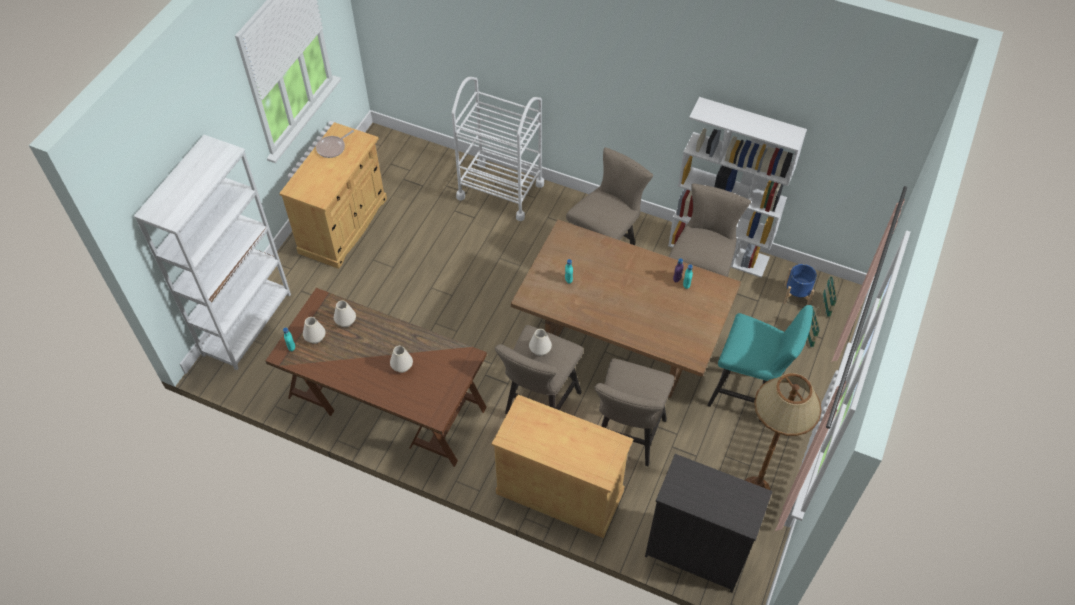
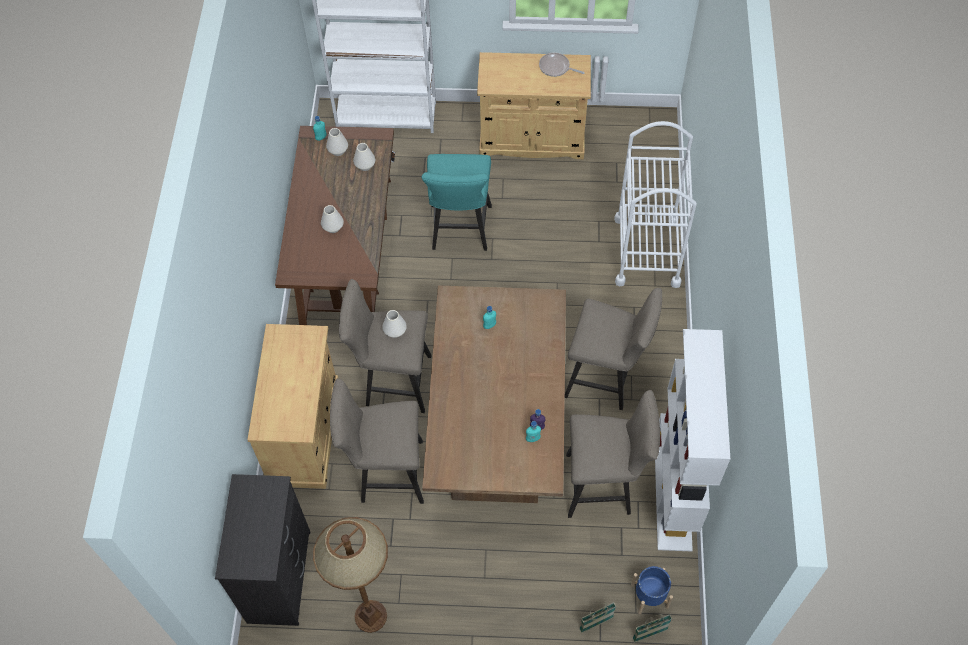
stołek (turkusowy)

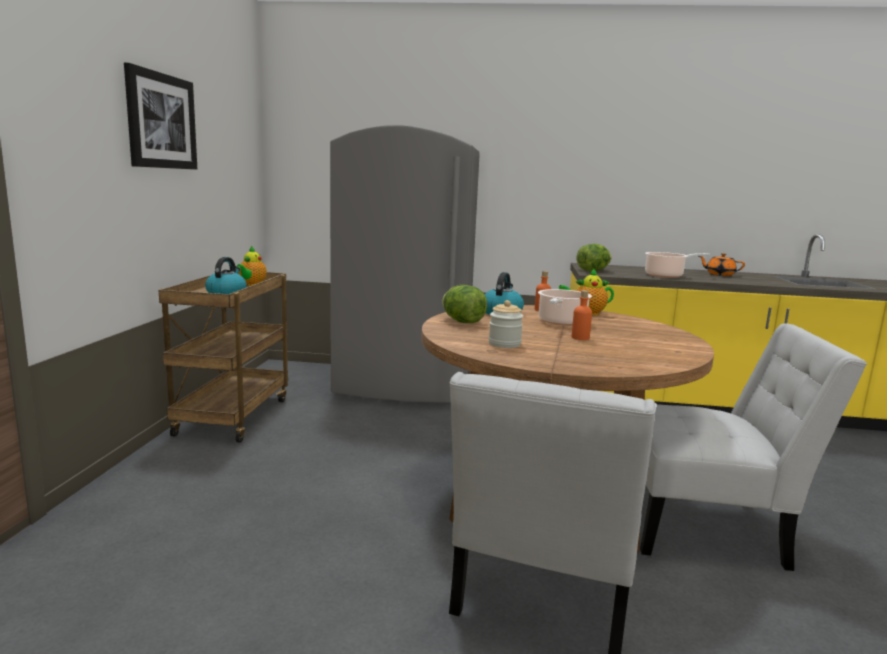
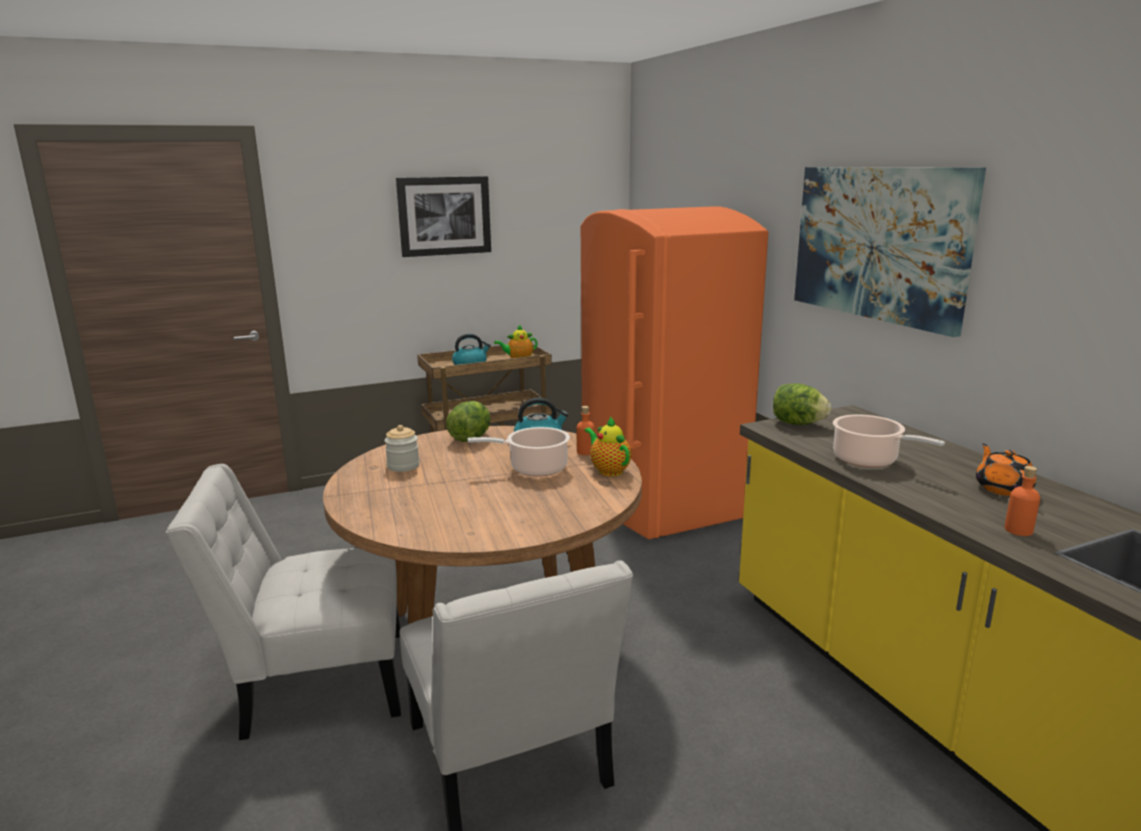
obraz (2nd from left); butelka (pomarańczowy) (2nd from left); lodówka (pomarańczowy)

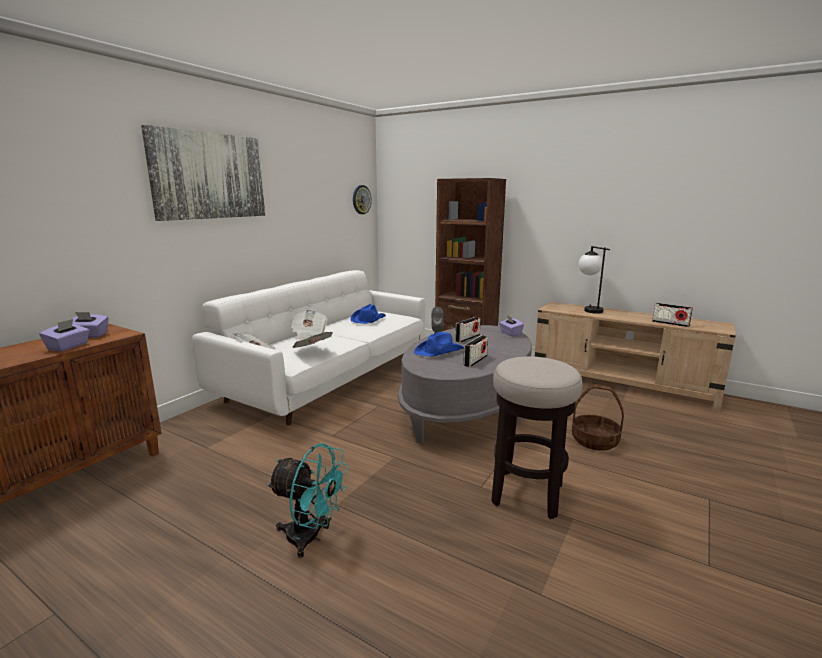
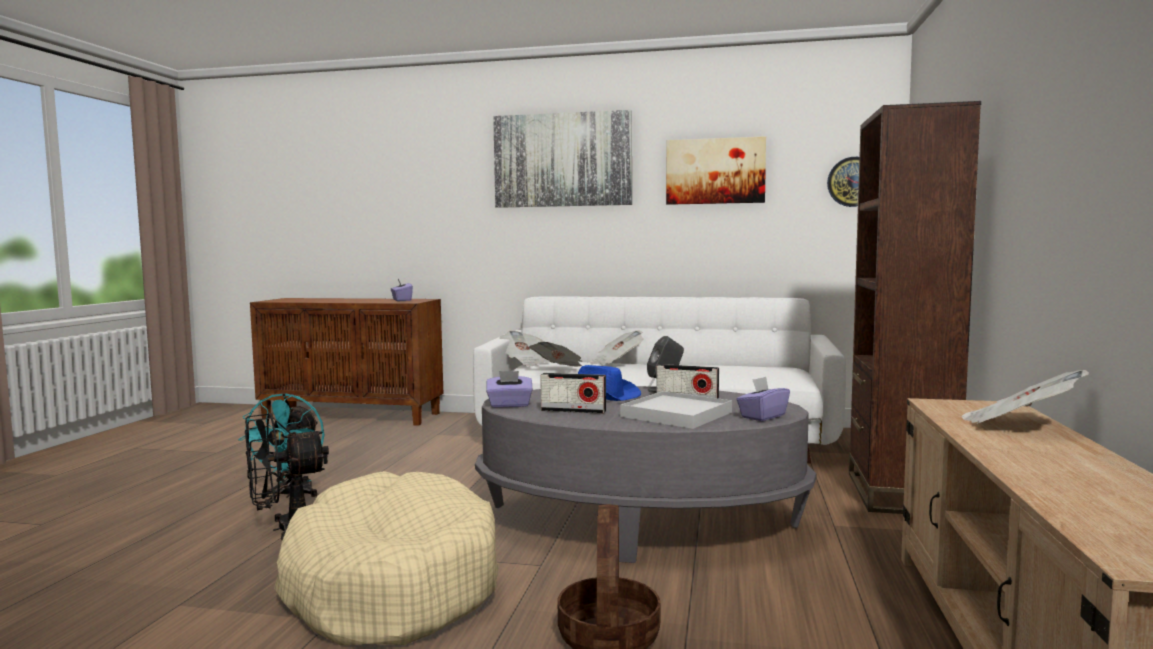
kapelusz (niebieski) (1st from left in the first image); radio (3rd from left in the first image); wentylator (czarny); taca (biały); obraz (2nd from left); pudełko chusteczek (fioletowy) (2nd from left); legowisko (beżowy); gazeta (4th from left)

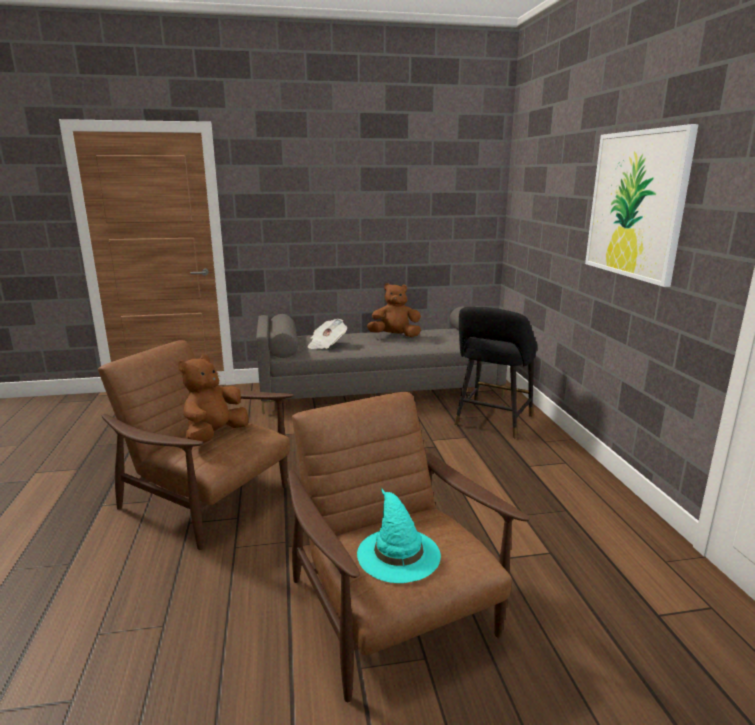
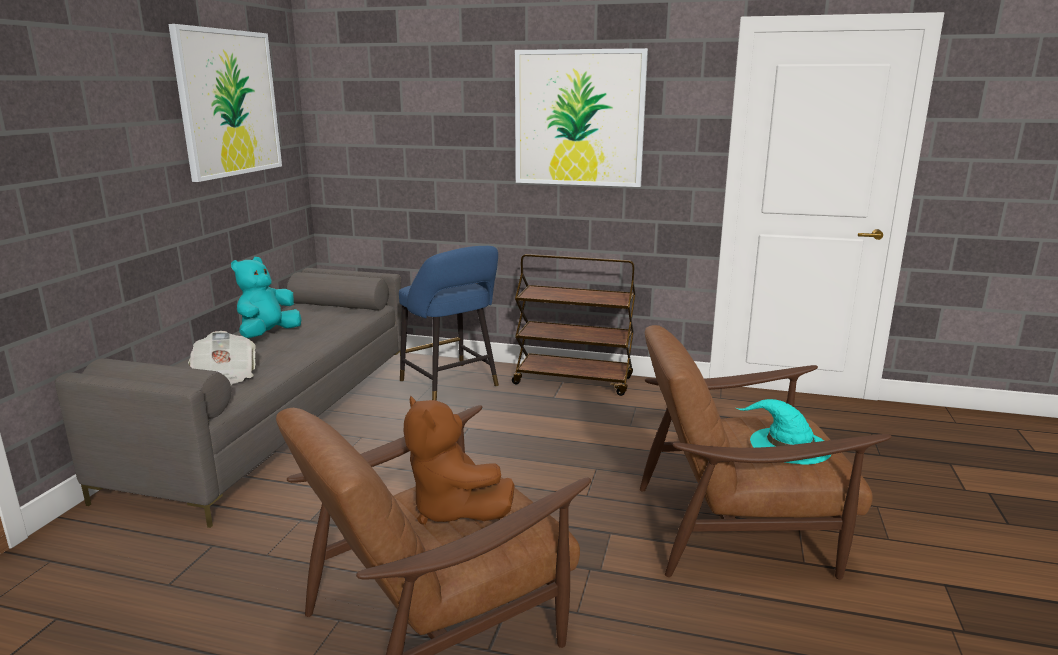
obraz (1st from left); wózek (brązowy); pluszak (turkusowy); stołek (niebieski)

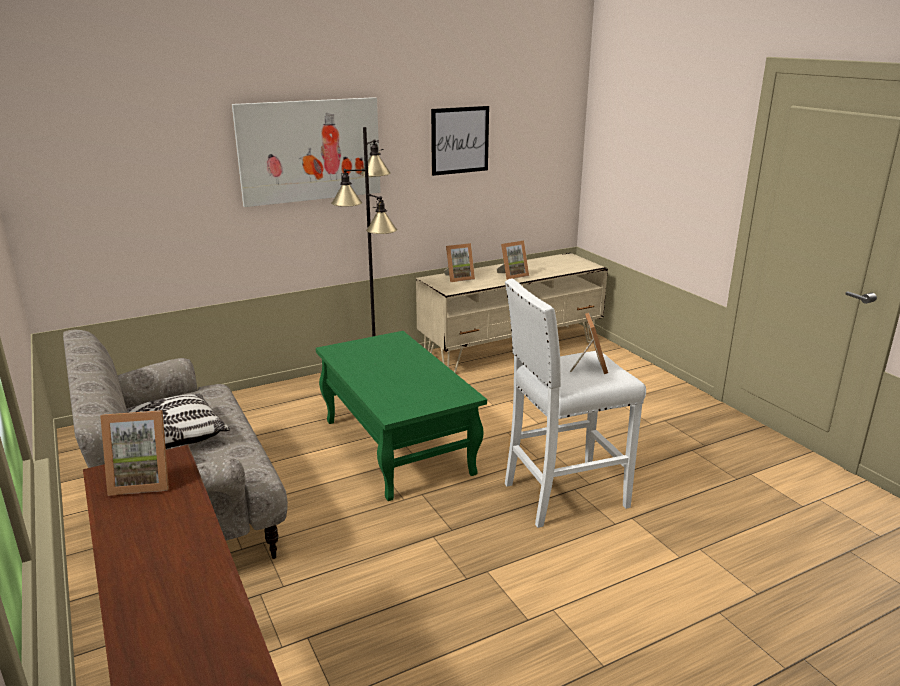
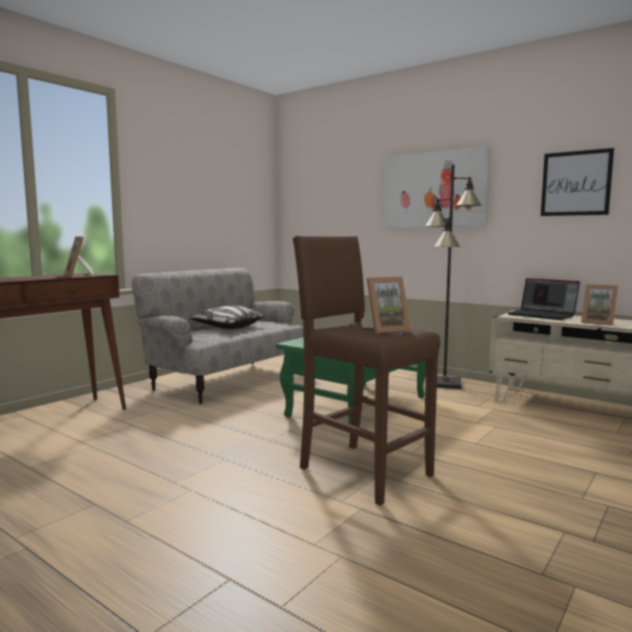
laptop; stołek (brązowy)

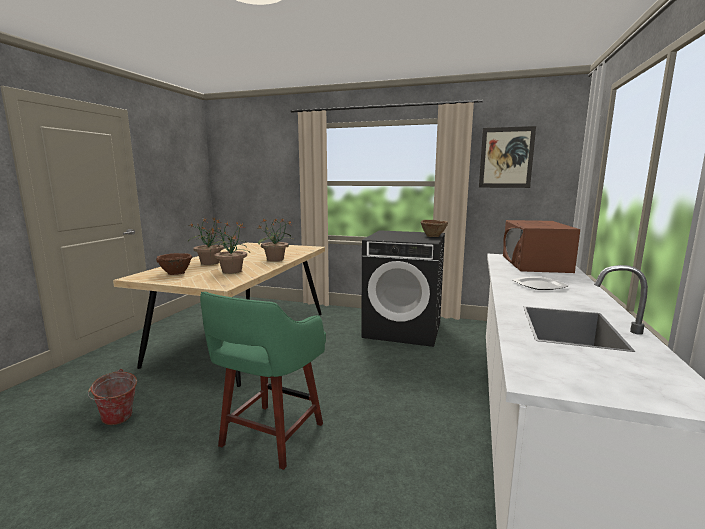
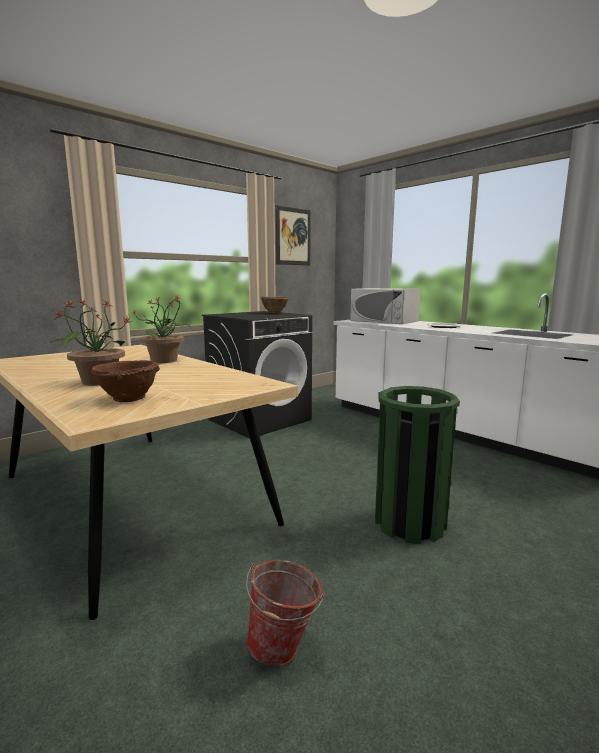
roślina doniczkowa (2nd from left in the first image); kosz na śmieci (zielony); mikrofalówka (biały)

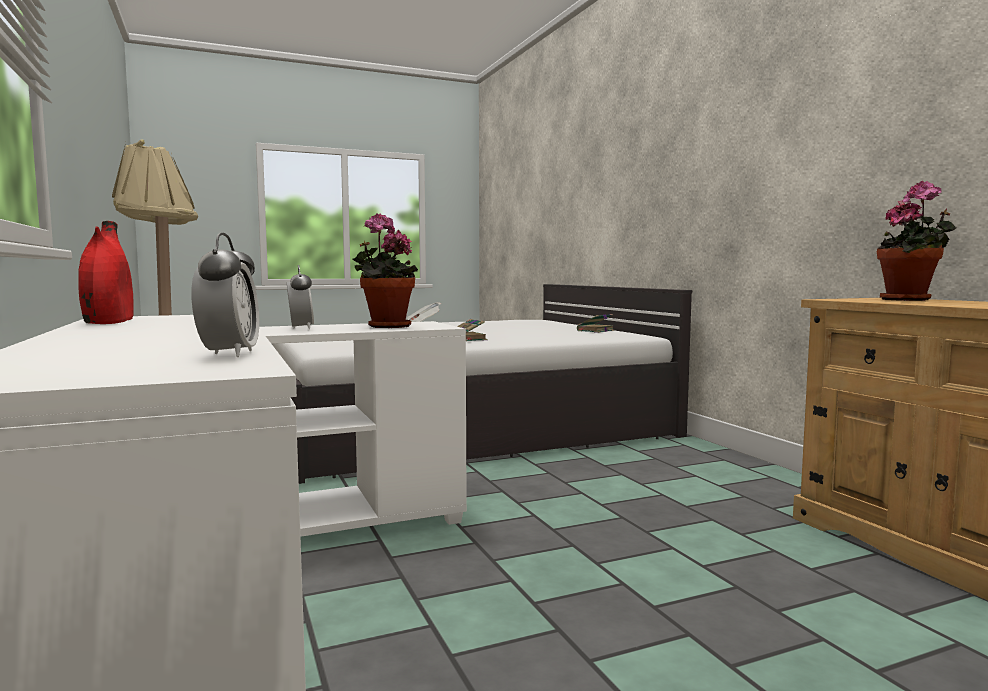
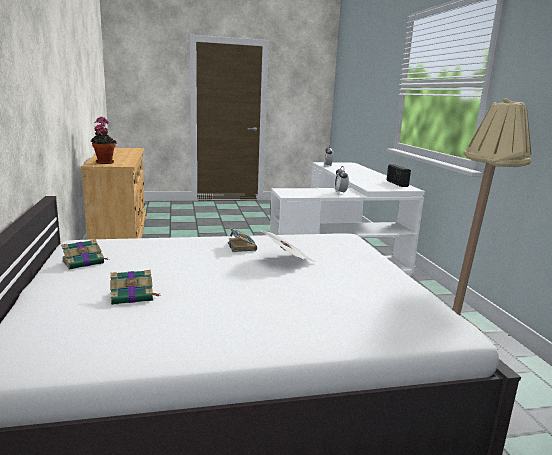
roślina doniczkowa (1st from left in the first image); książka (2nd from left); radio

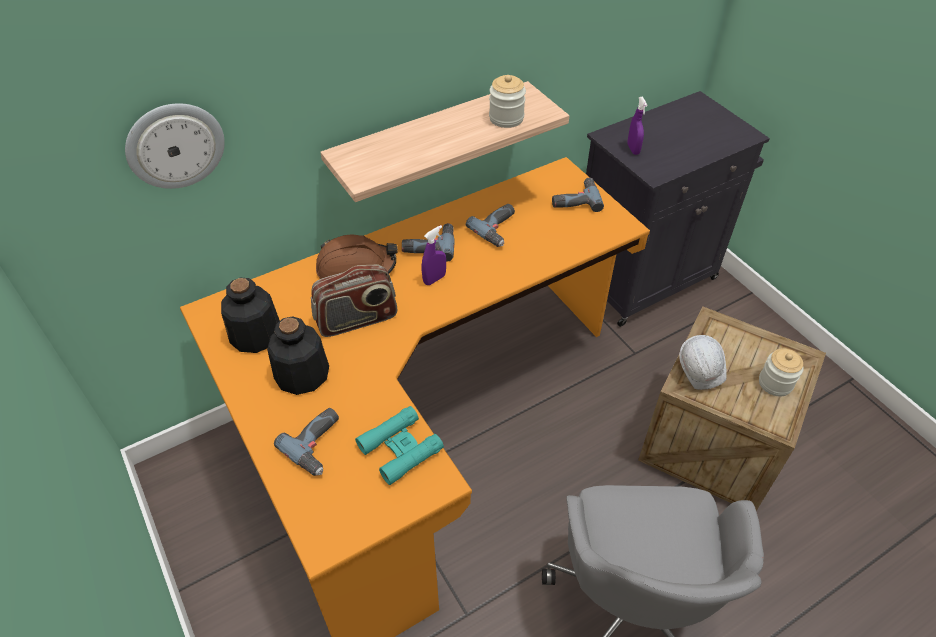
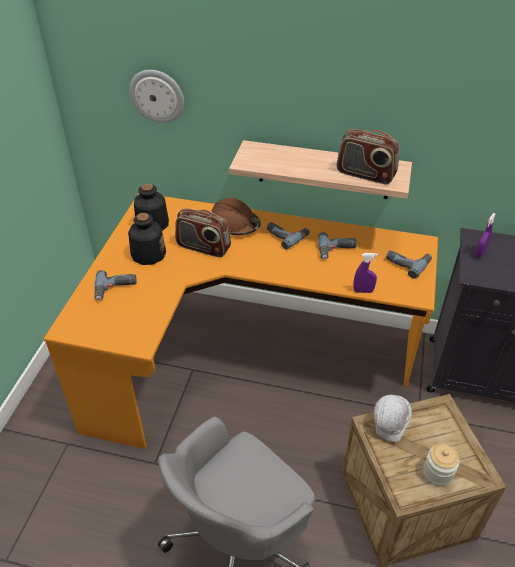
lornetka (turkusowy); spryskiwacz (fioletowy) (1st from left); radio (2nd from left)

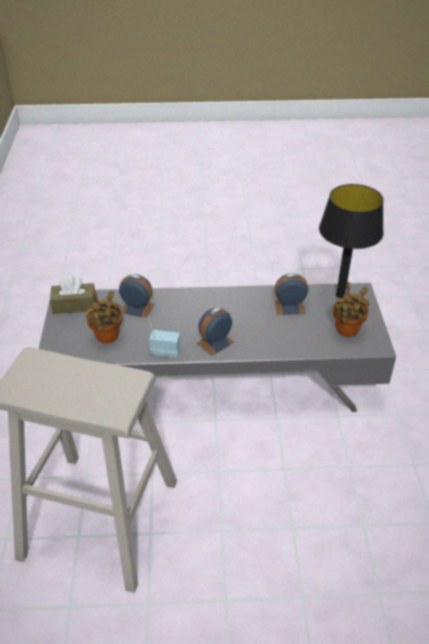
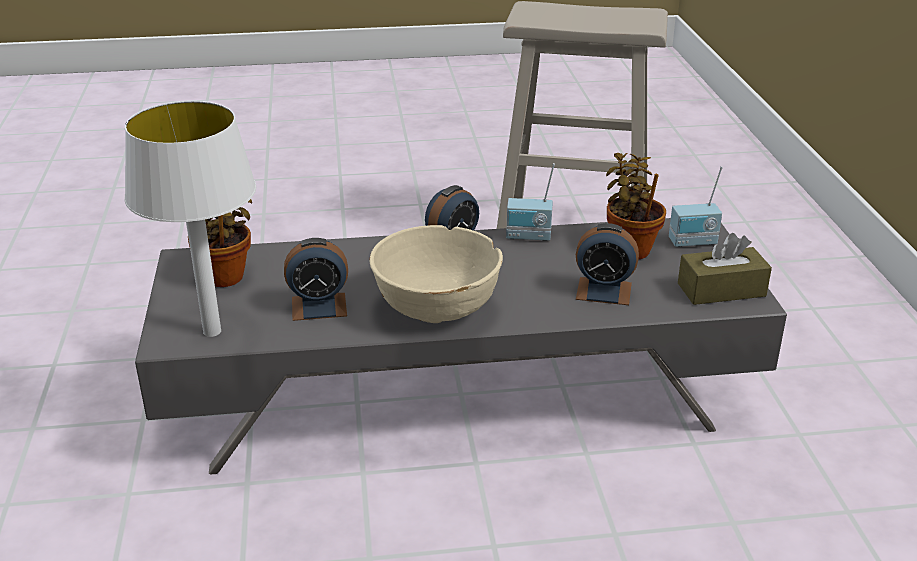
miska (beżowy); radio (2nd from left); lampa stołowa (biały)

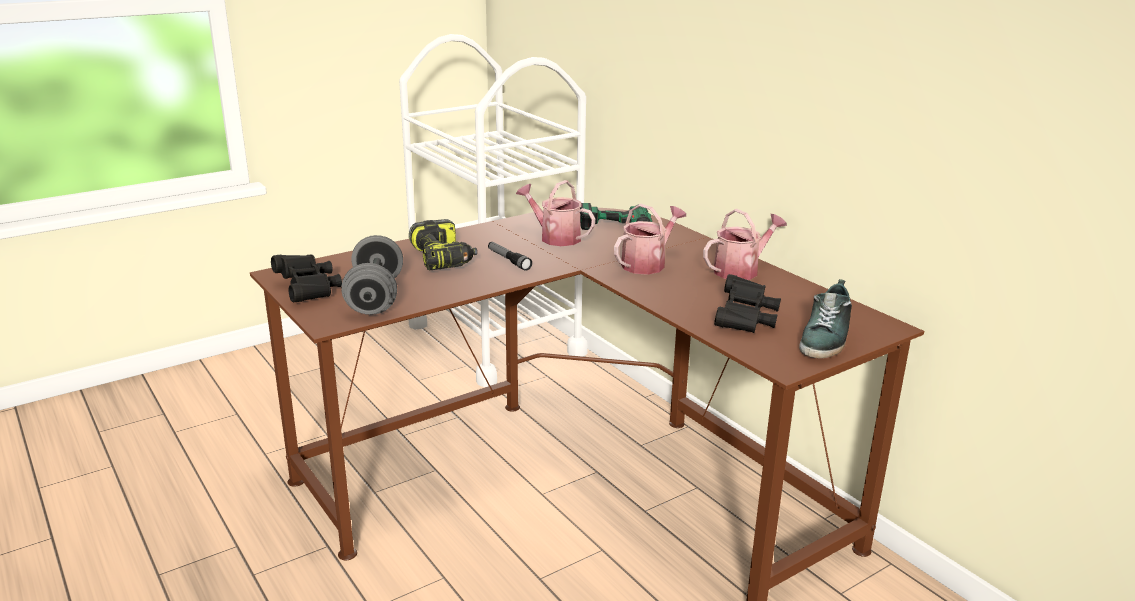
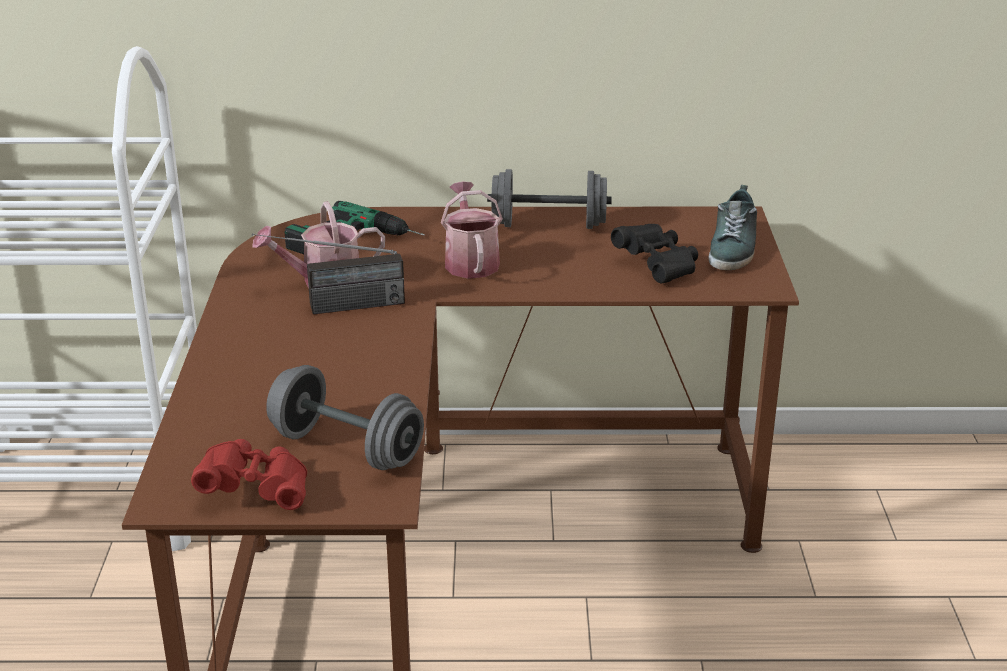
wiertarka (1st from left in the first image); latarka; radio; hantel (szary) (2nd from left); lornetka (czerwony); but

